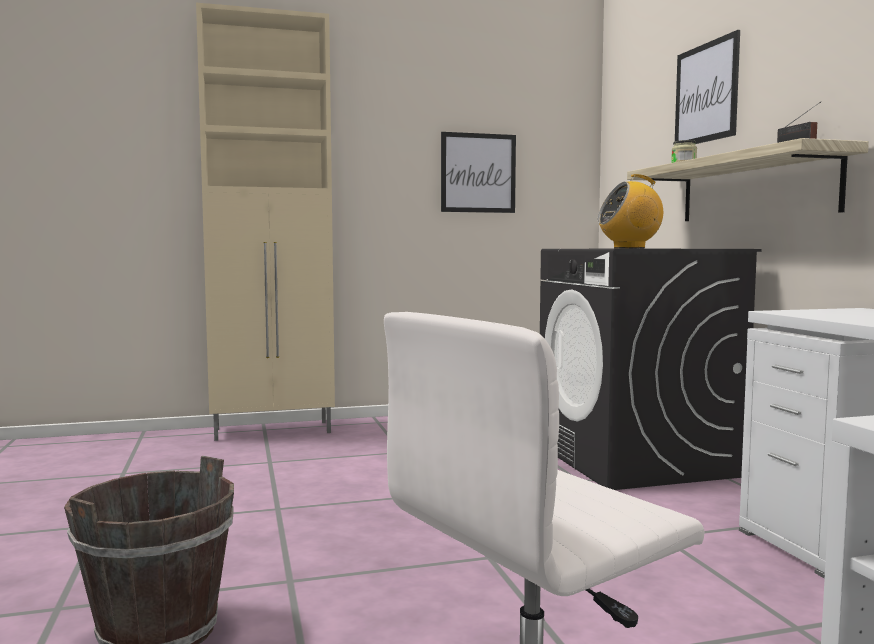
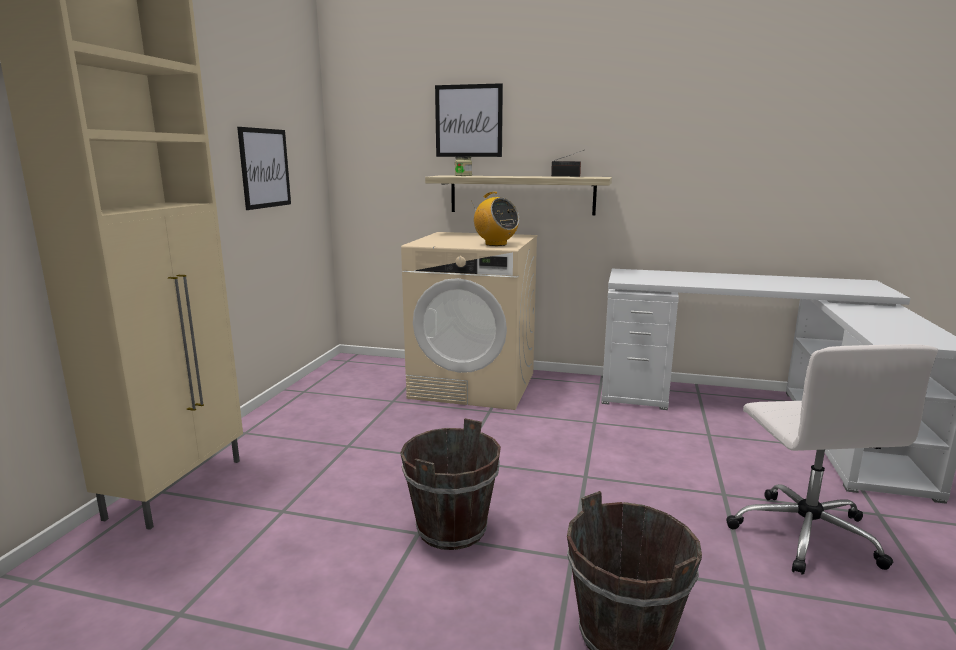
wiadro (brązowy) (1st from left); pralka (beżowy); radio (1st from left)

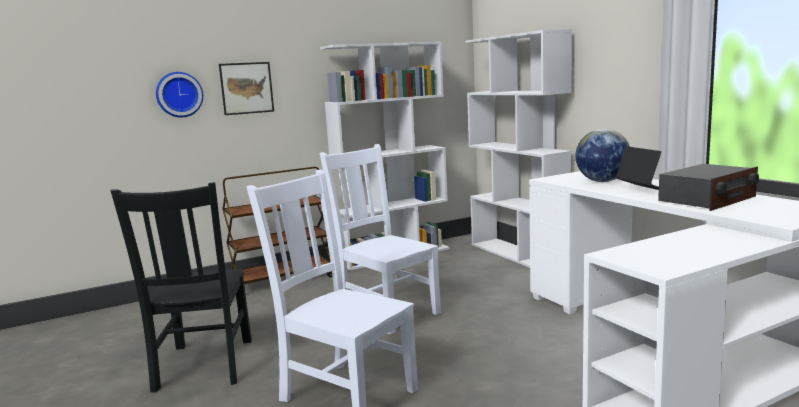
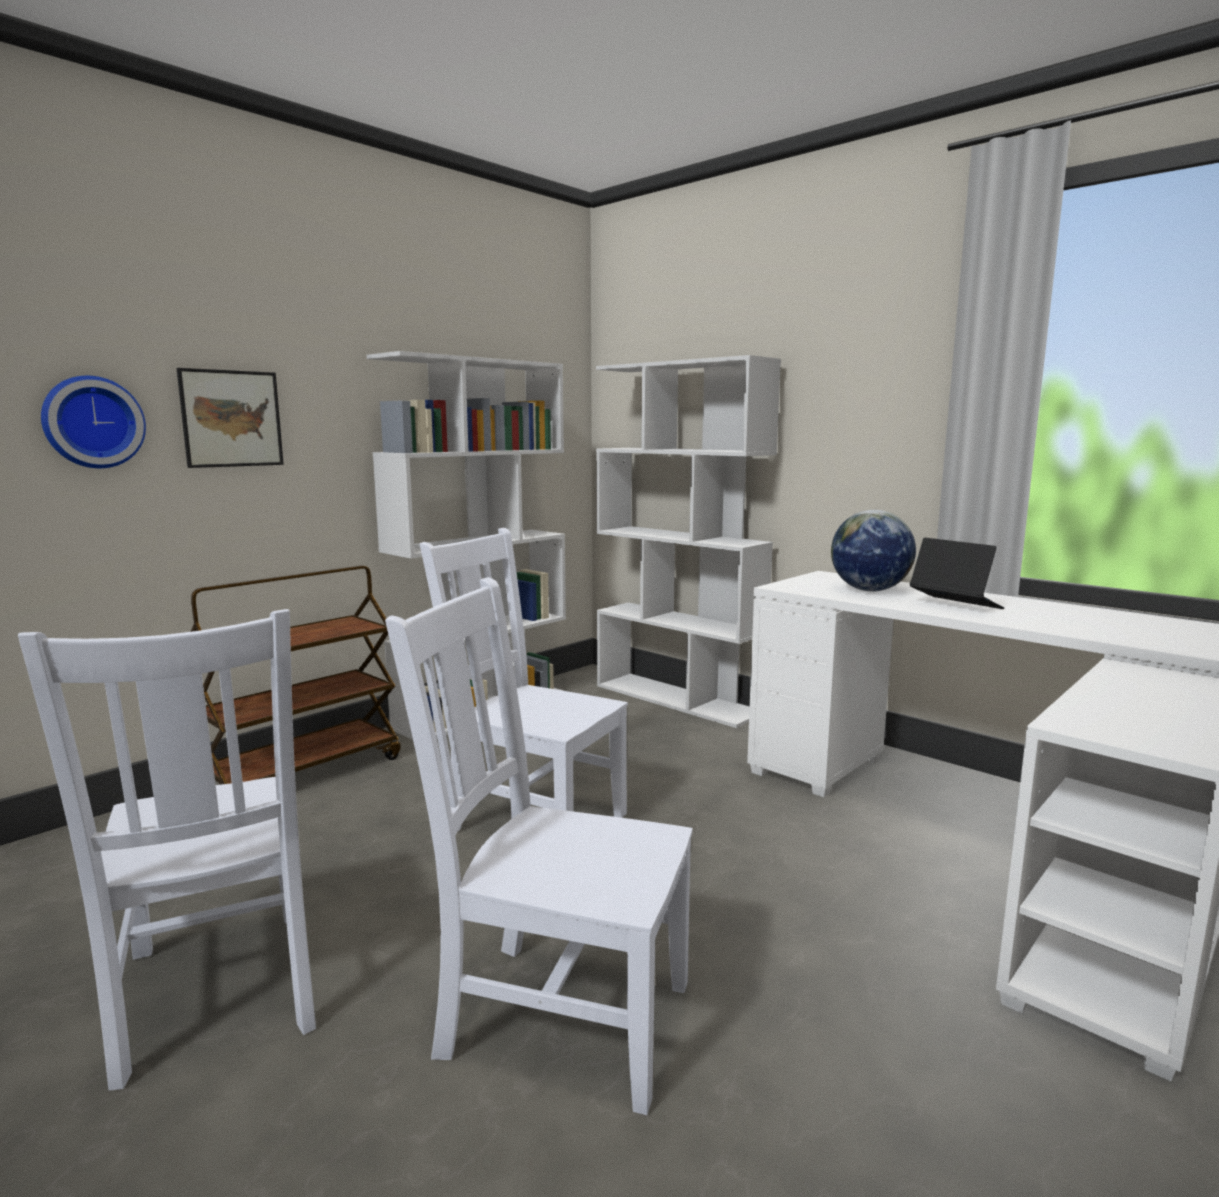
radio; krzesło (biały) (1st from left)

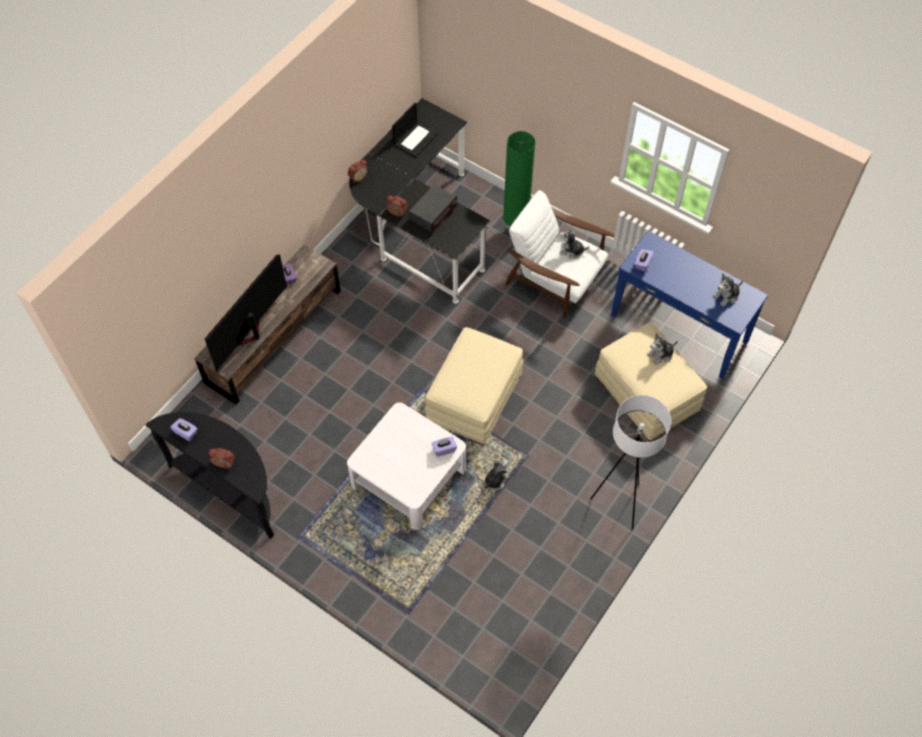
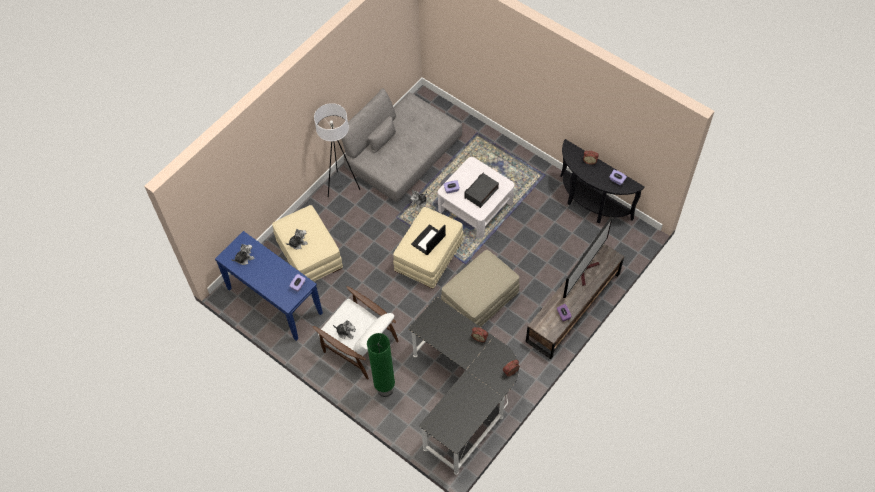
kanapa (szary); pufa (beżowy) (3rd from left); laptop; radio

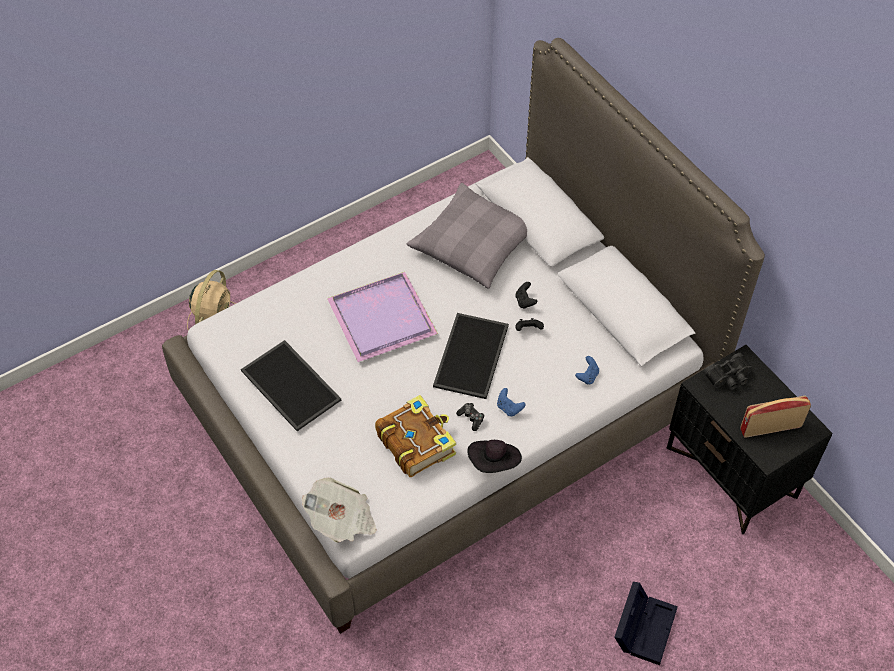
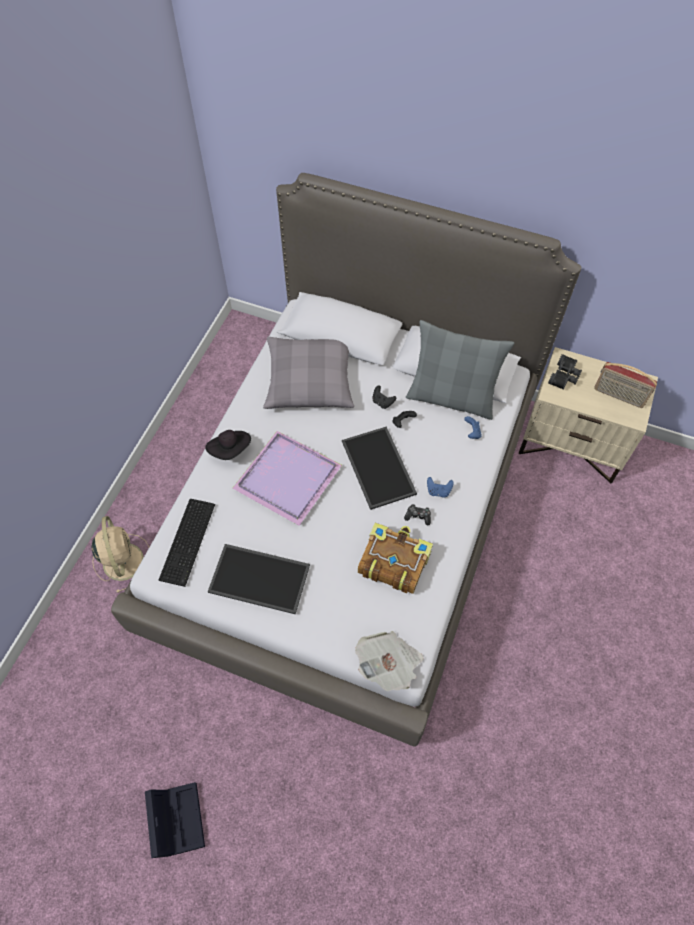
klawiatura; poduszka (szary) (2nd from left); kapelusz (czarny); pojemnik do przechowywania (czarny); szafka nocna (beżowy); radio

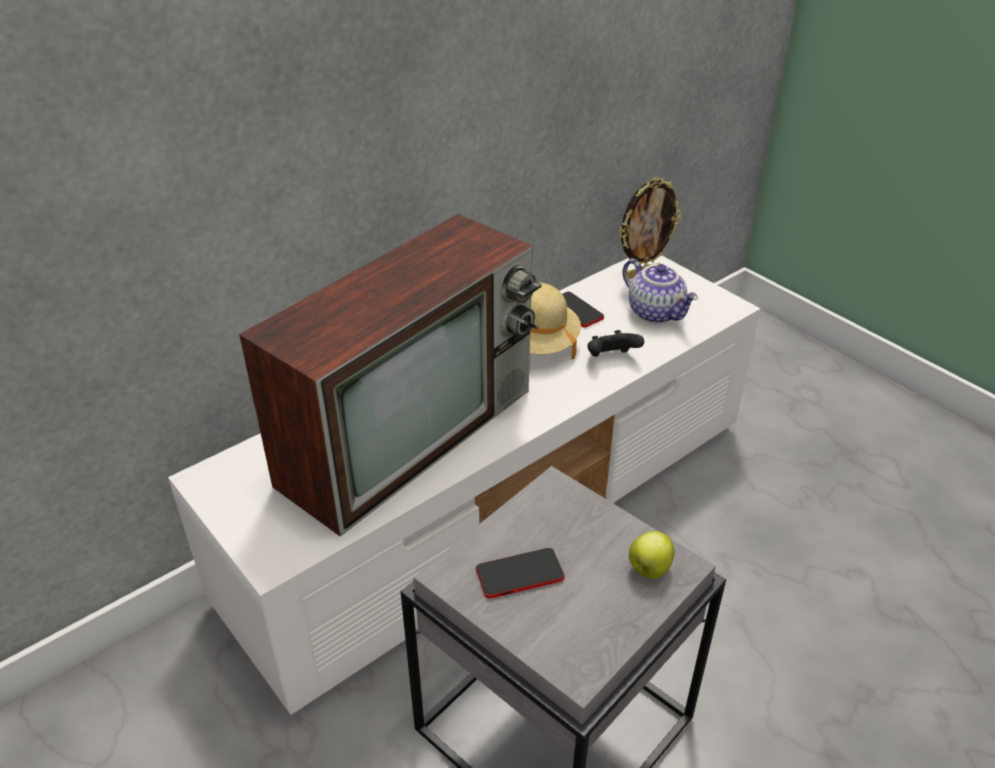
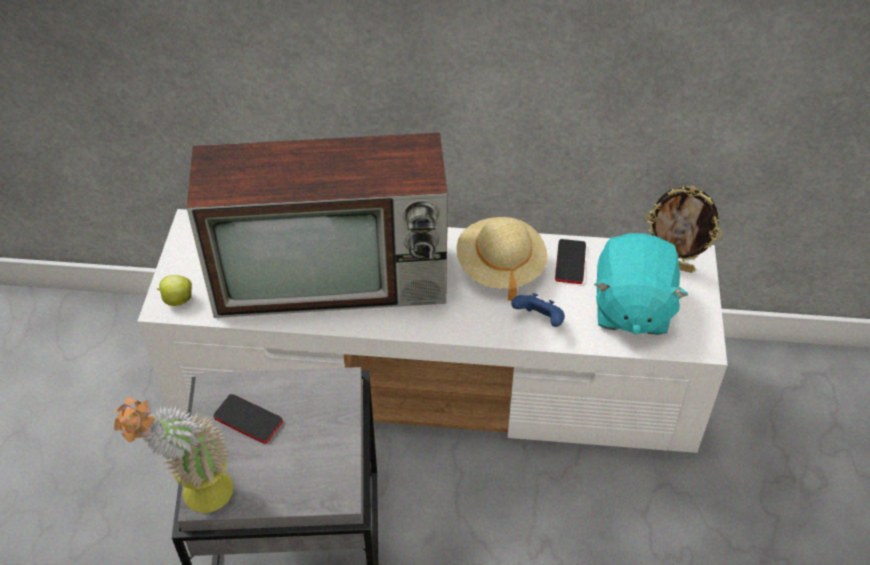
roślina doniczkowa; jabłko; pluszak (turkusowy); pad do gier (niebieski)

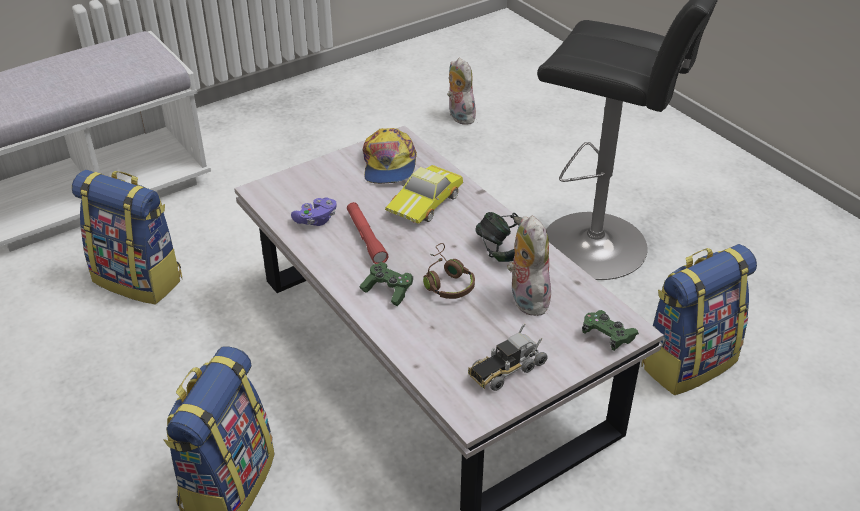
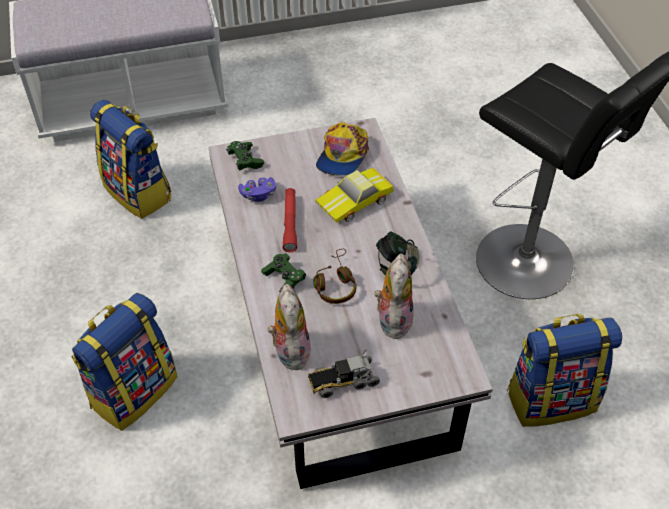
pluszak (1st from left); pad do gier (zielony) (1st from left)

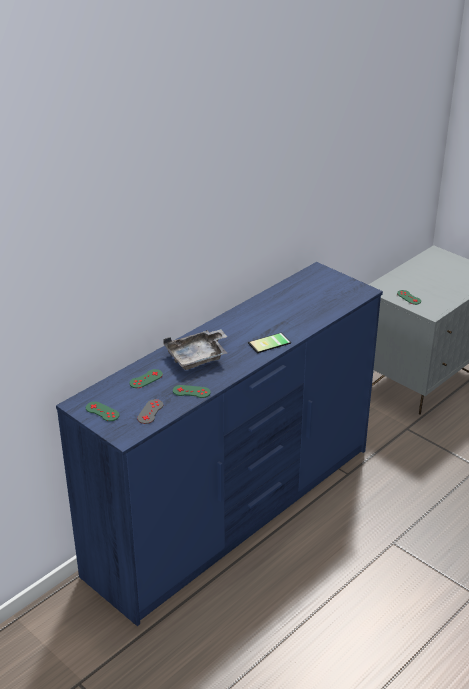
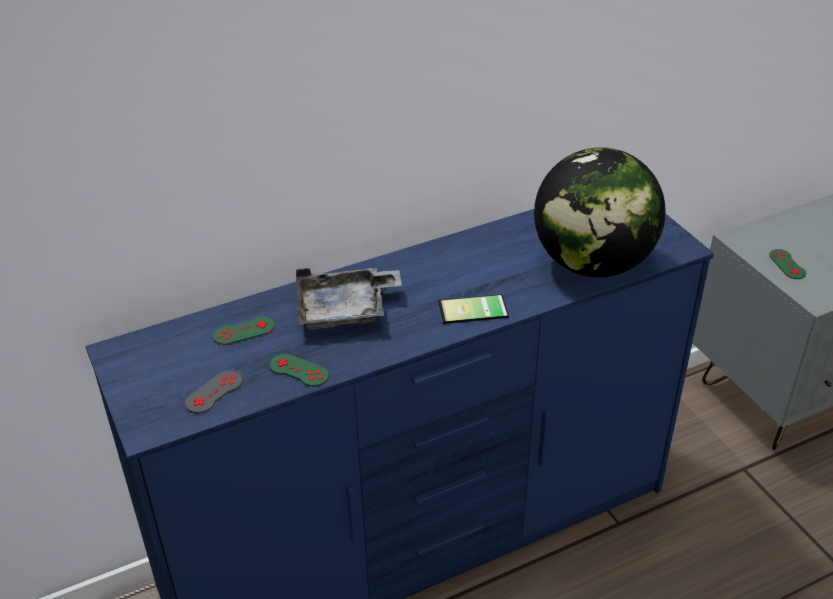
pad do gier (zielony) (1st from left in the first image); globus

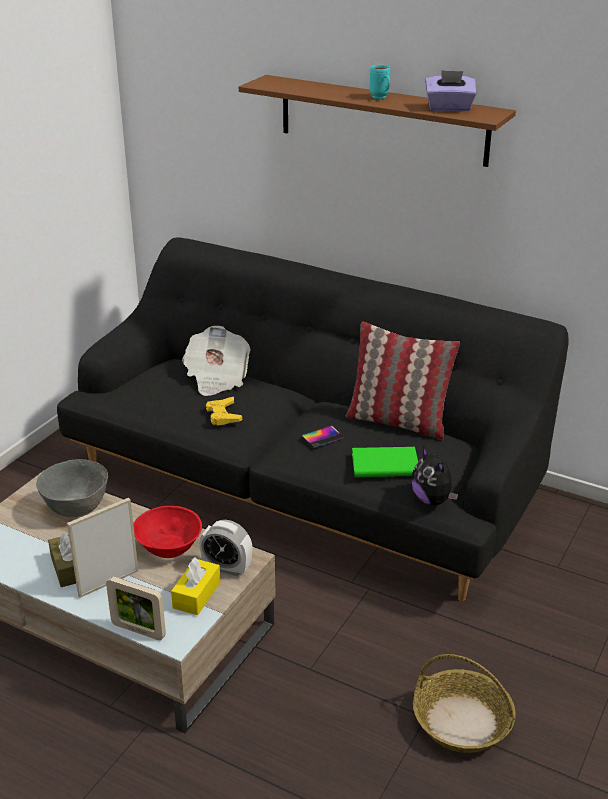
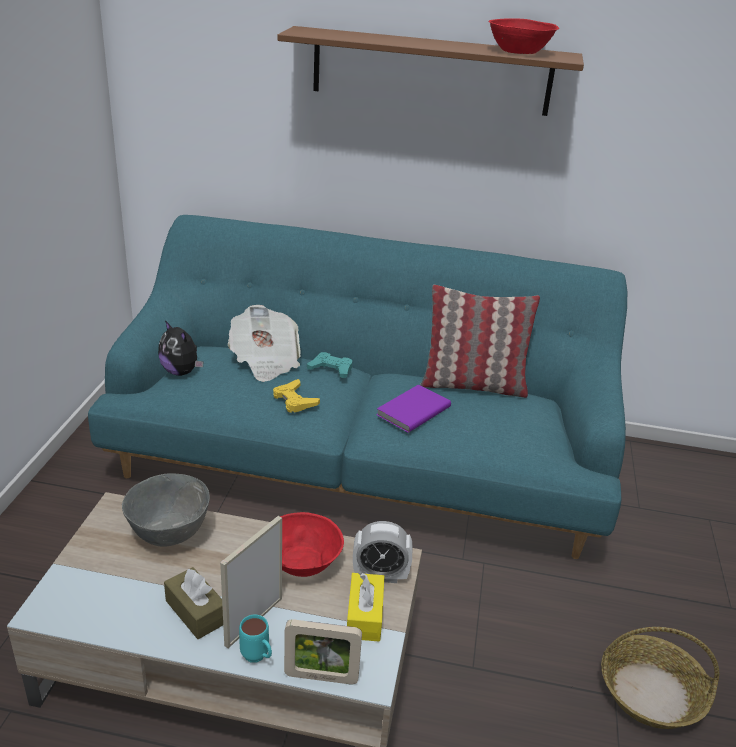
książka (zielony); pad do gier (turkusowy); kubek (turkusowy); pluszak; książka (fioletowy); miska (czerwony) (2nd from left); kanapa (turkusowy)

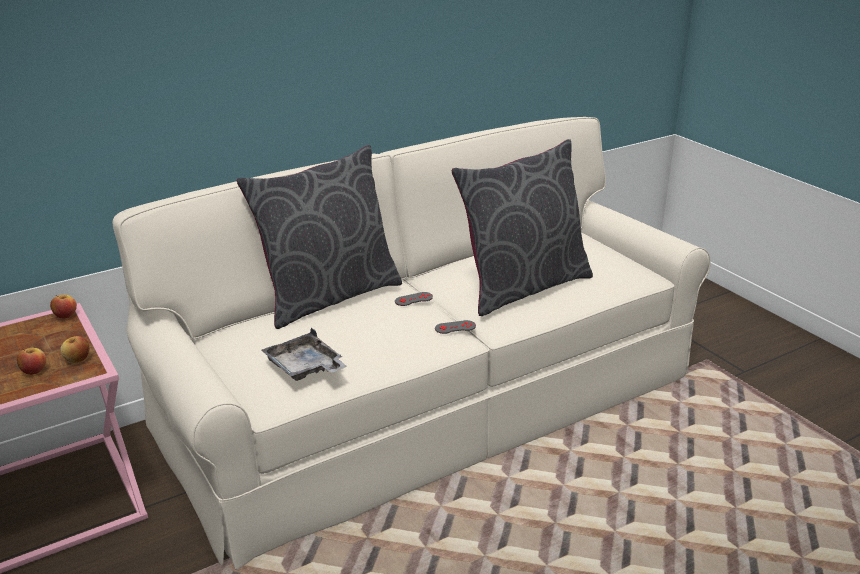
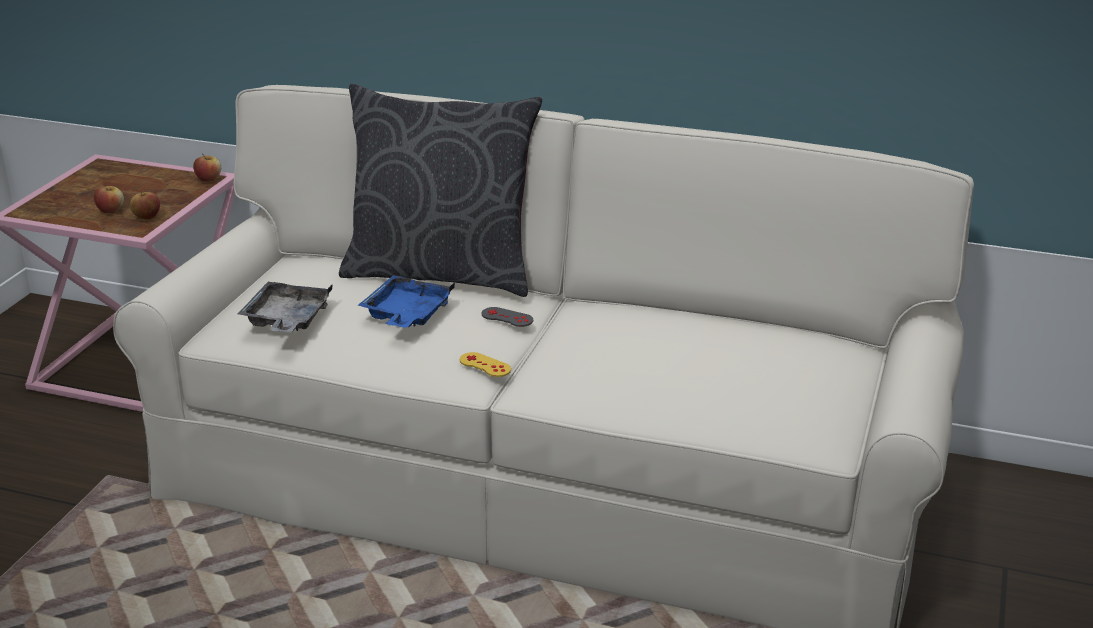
poduszka (szary) (2nd from left in the first image); taca (niebieski); pad do gier (żółty)

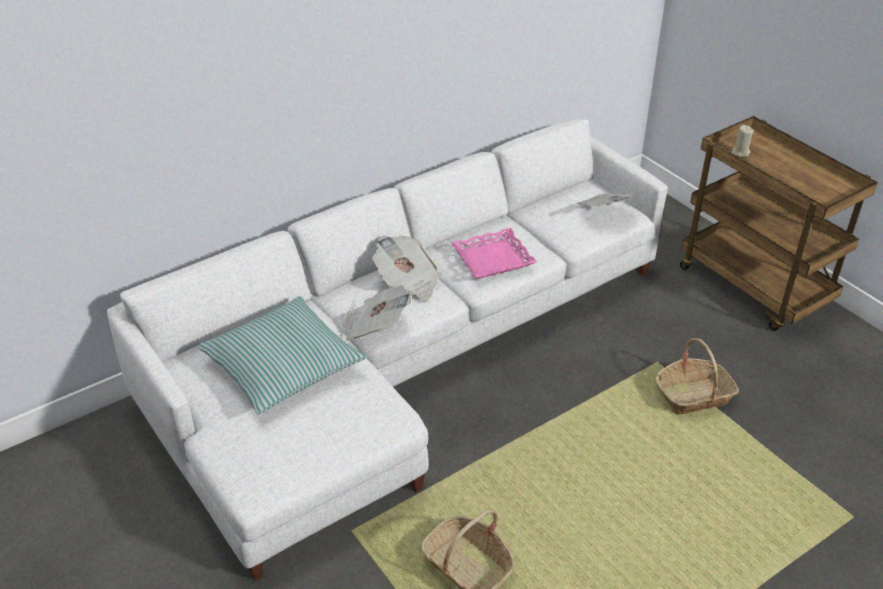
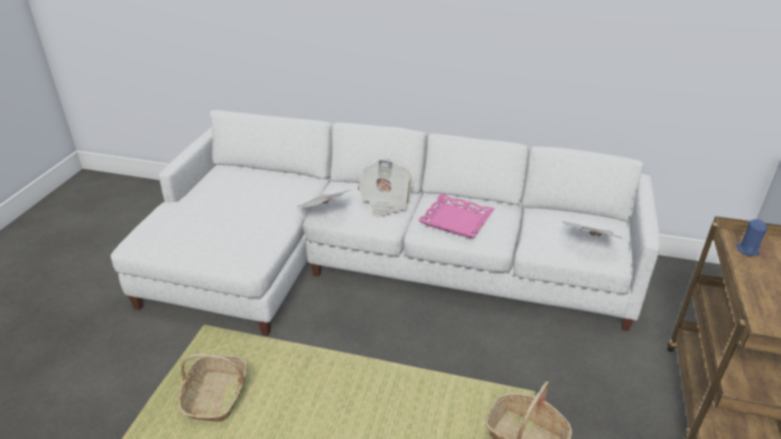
poduszka; świeca (niebieski)

